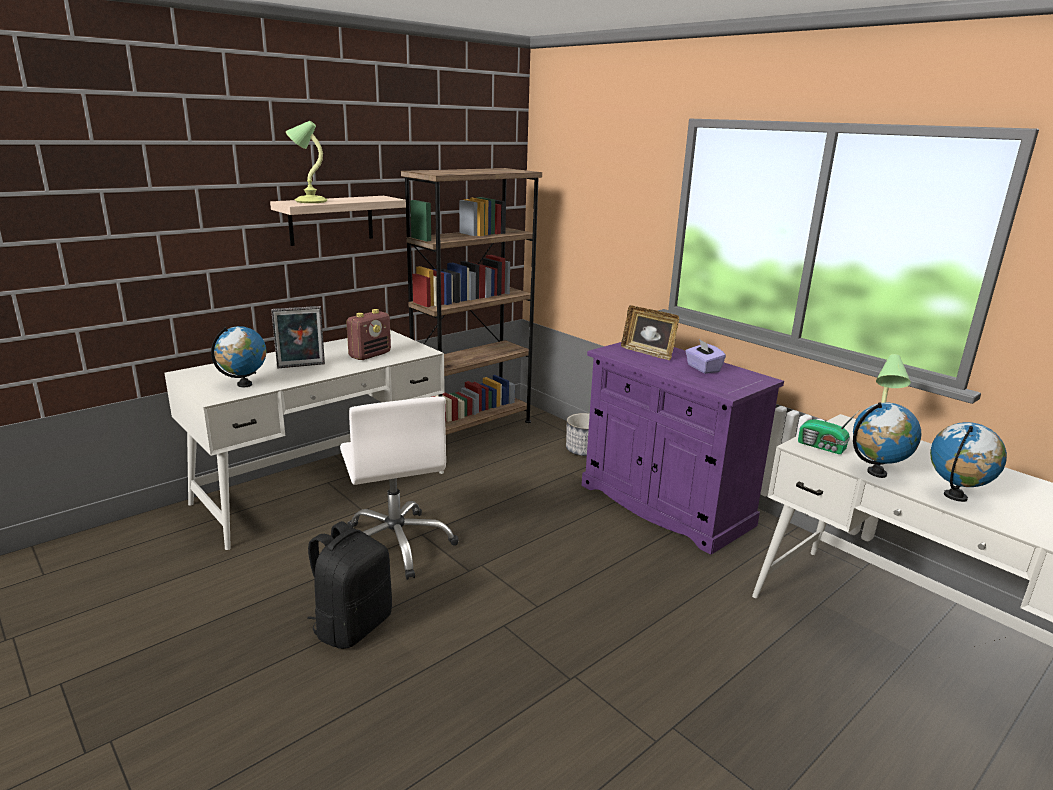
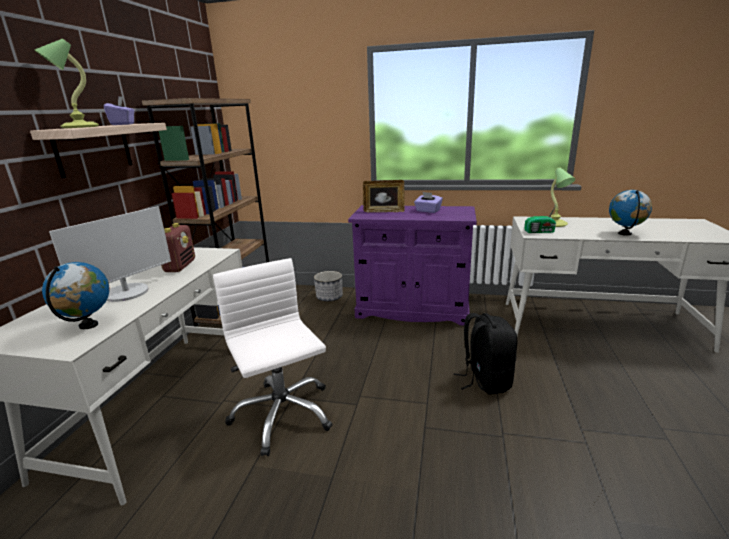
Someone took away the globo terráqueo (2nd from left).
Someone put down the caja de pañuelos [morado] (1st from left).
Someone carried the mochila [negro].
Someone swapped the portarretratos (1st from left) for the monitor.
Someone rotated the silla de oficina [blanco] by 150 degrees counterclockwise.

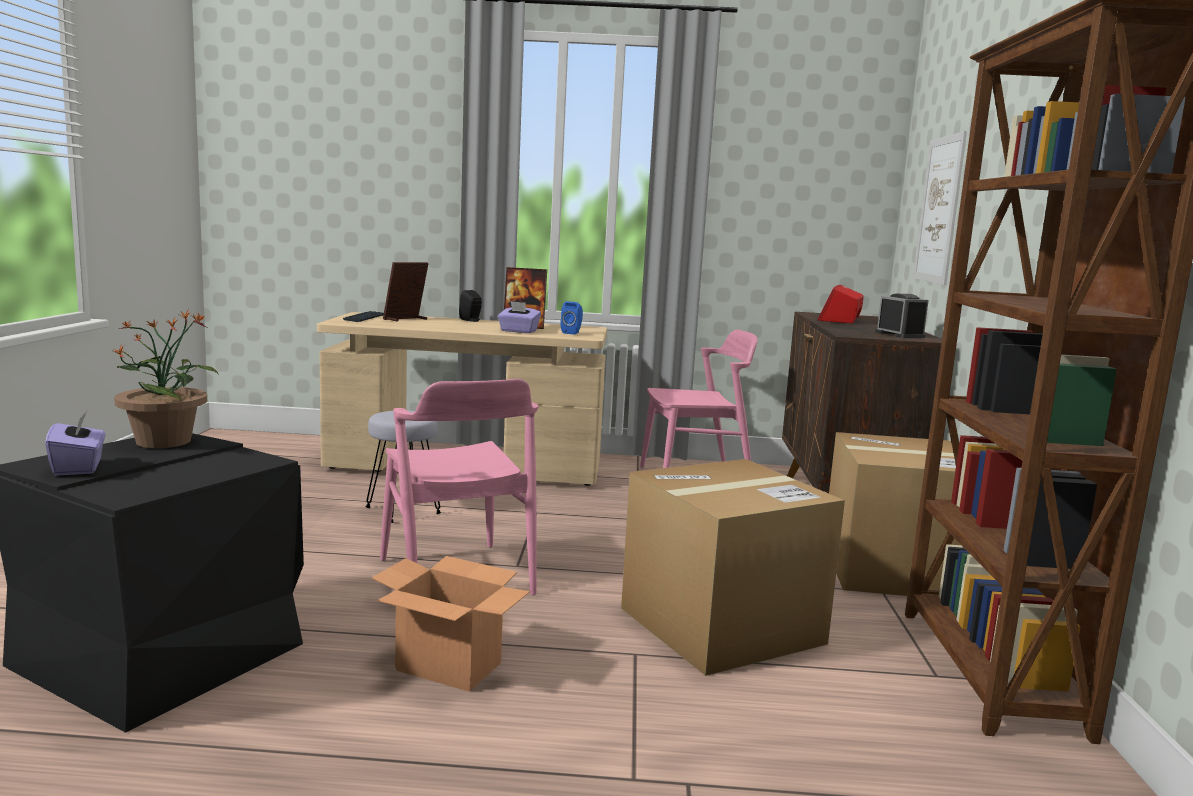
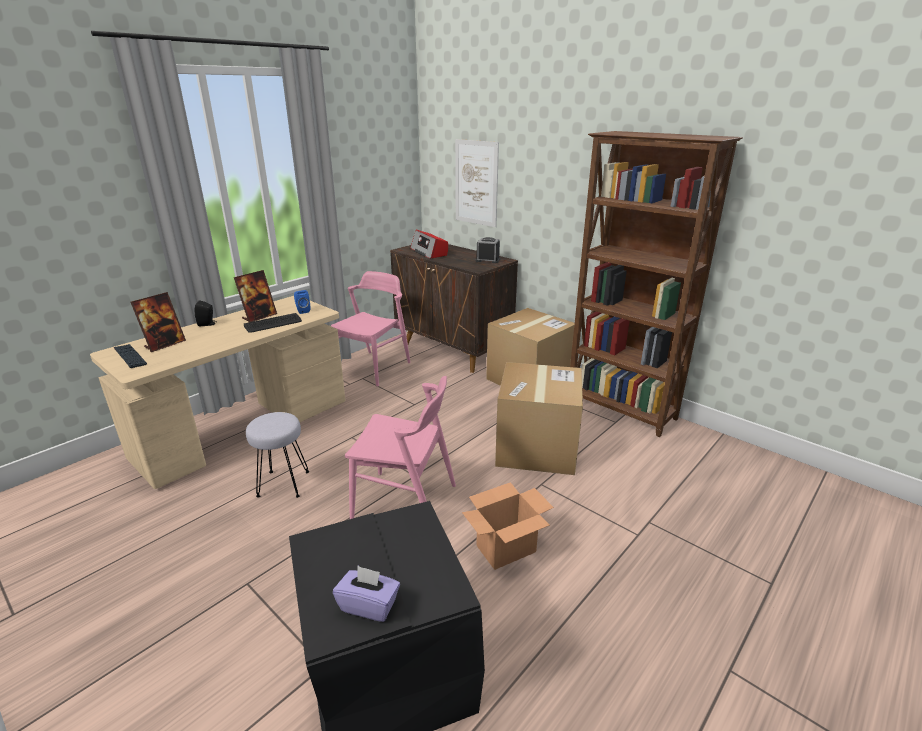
Someone took away the planta en maceta.
Someone swapped the caja de pañuelos [morado] (2nd from left) for the teclado (2nd from left).
Someone rotated the portarretratos (1st from left) by 135 degrees counterclockwise.

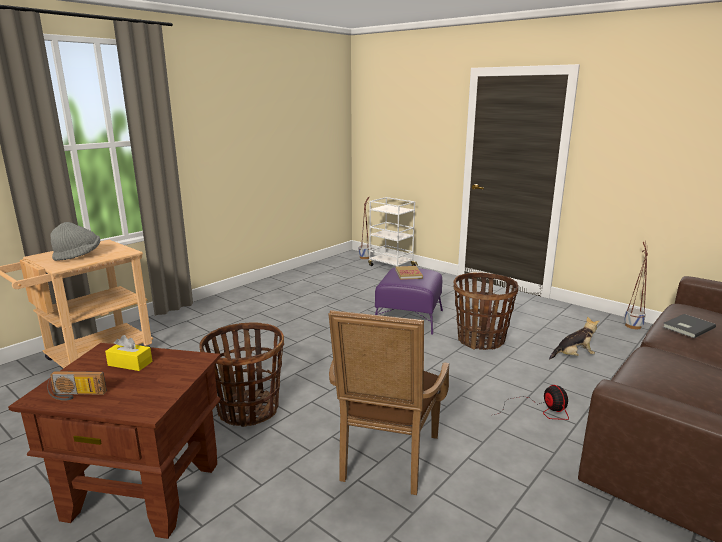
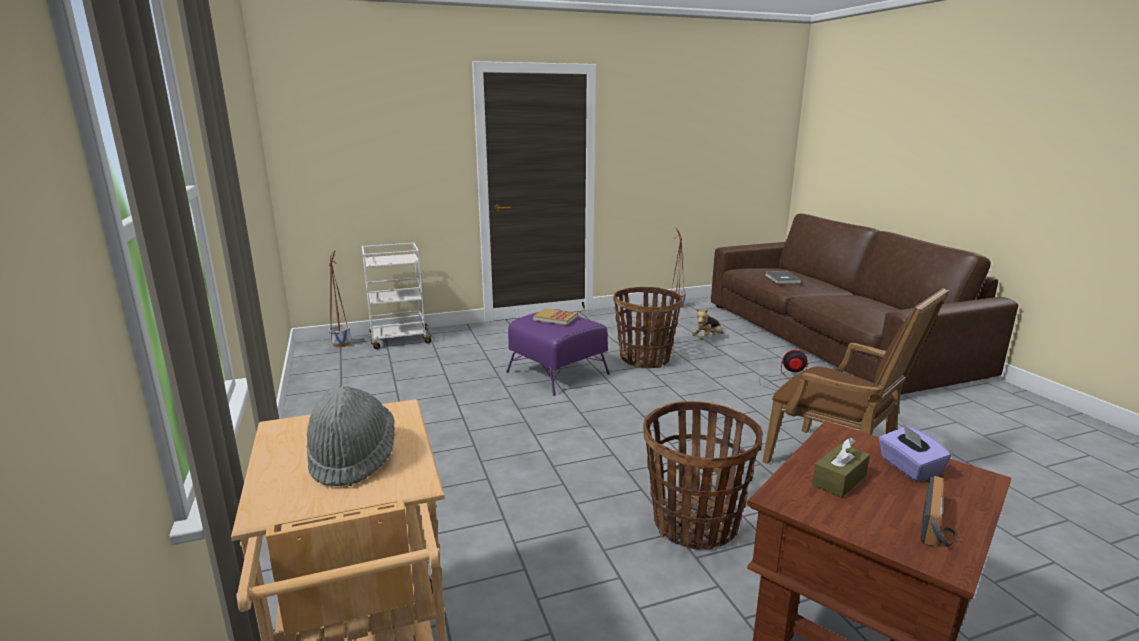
Someone put down the caja de pañuelos [morado].
Someone repainted the caja de pañuelos [amarillo], which became the caja de pañuelos [marrón].
Someone rotated the peluche by 150 degrees counterclockwise.

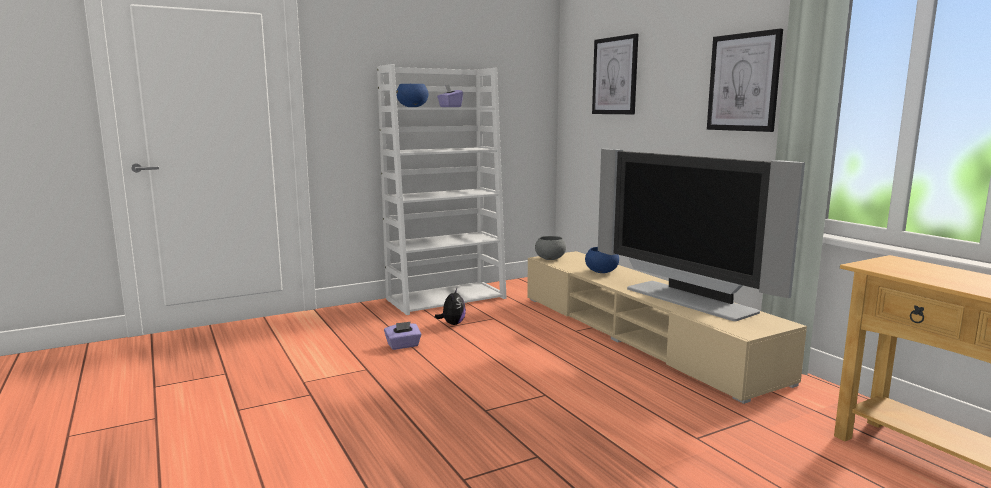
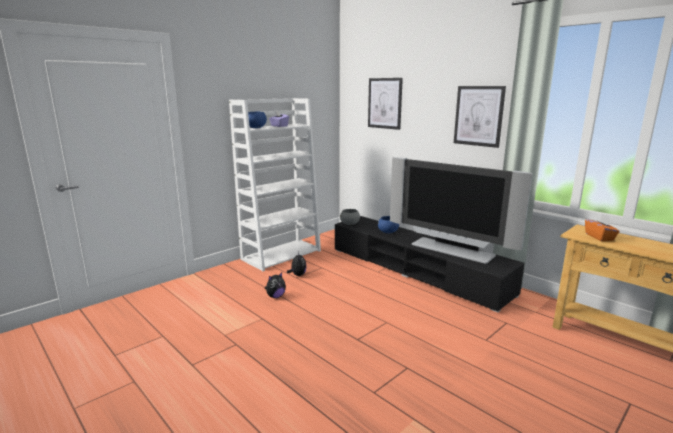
Someone put down the caja de pañuelos [naranja].
Someone swapped the caja de pañuelos [morado] (1st from left) for the peluche (1st from left).
Someone repainted the mueble de televisión [beis], which became the mueble de televisión [negro].

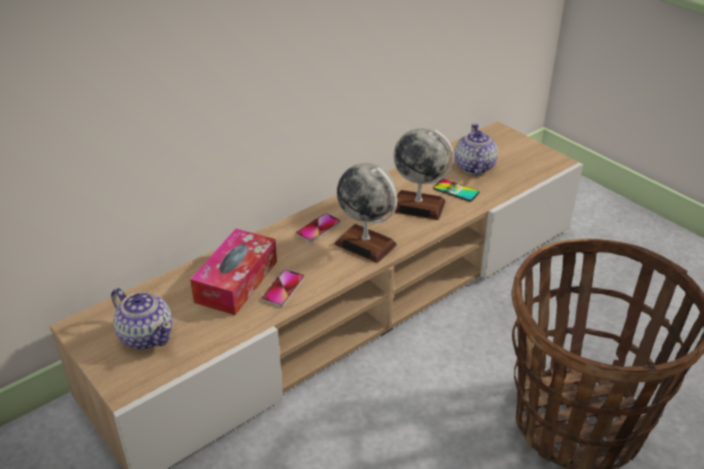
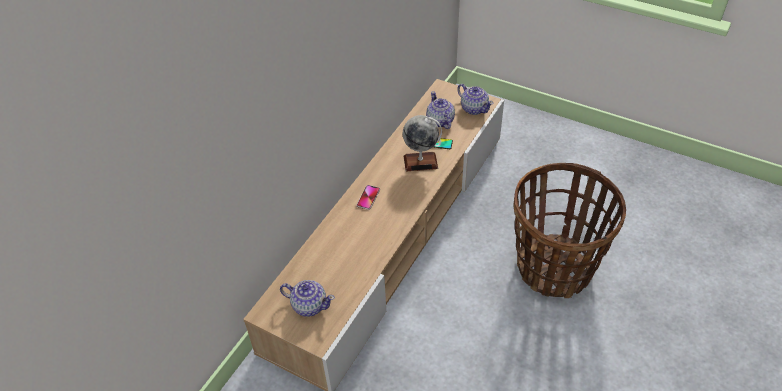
Someone took away the caja de pañuelos.
Someone took away the móvil (1st from left).
Someone took away the globo terráqueo (1st from left).
Someone put down the tetera (3rd from left).

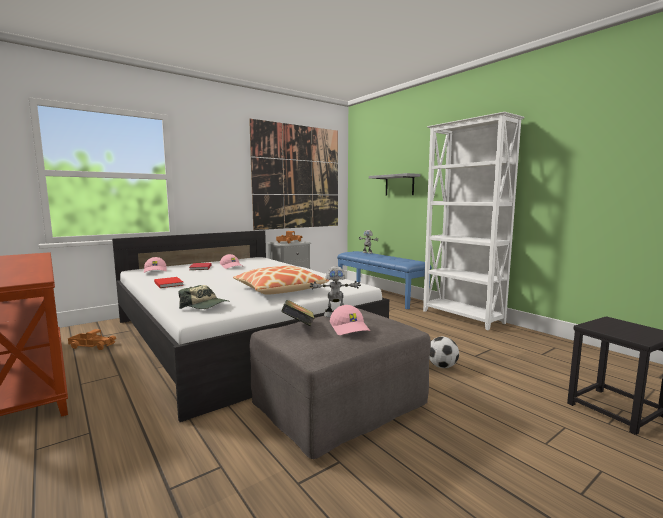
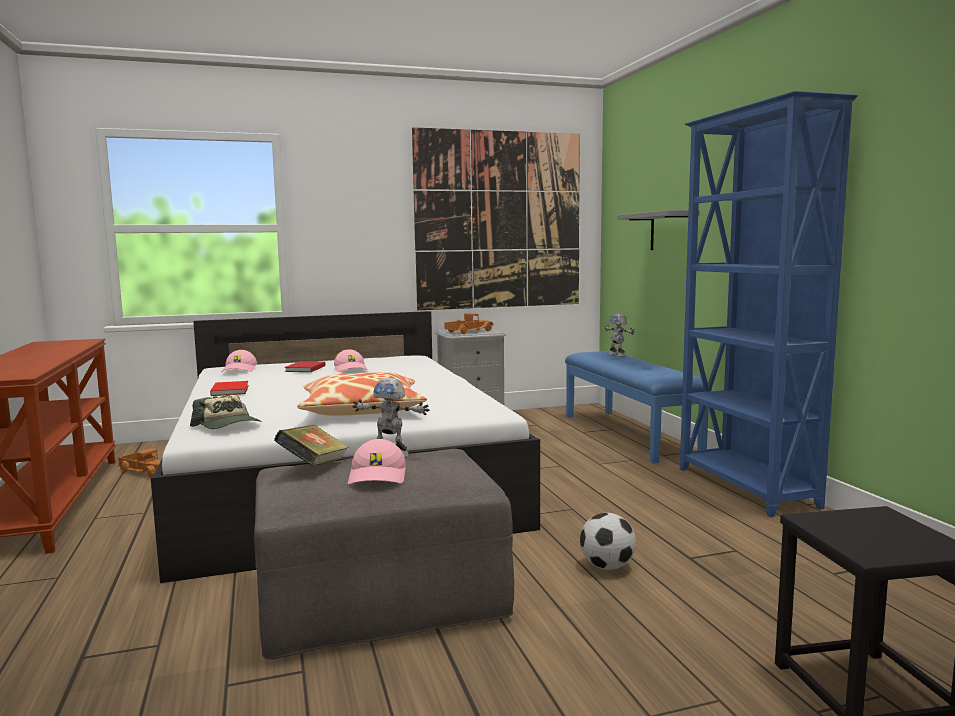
Someone repainted the estantería [blanco], which became the estantería [azul].

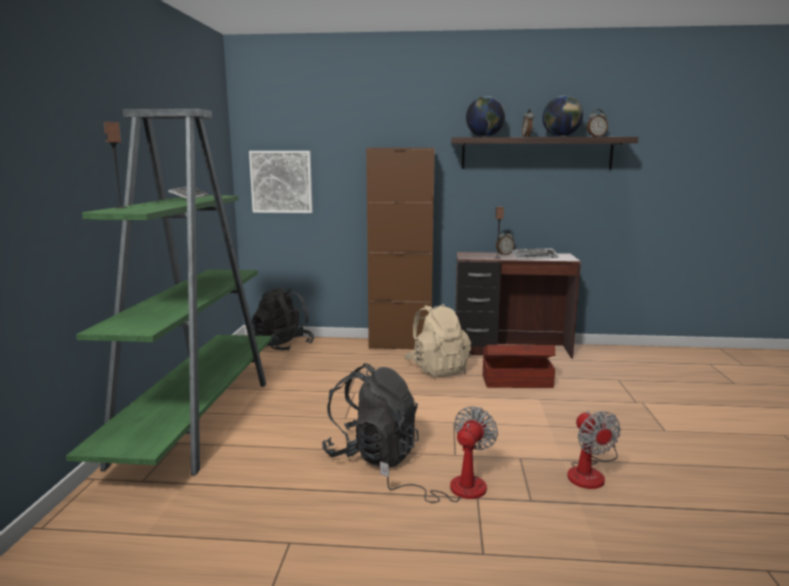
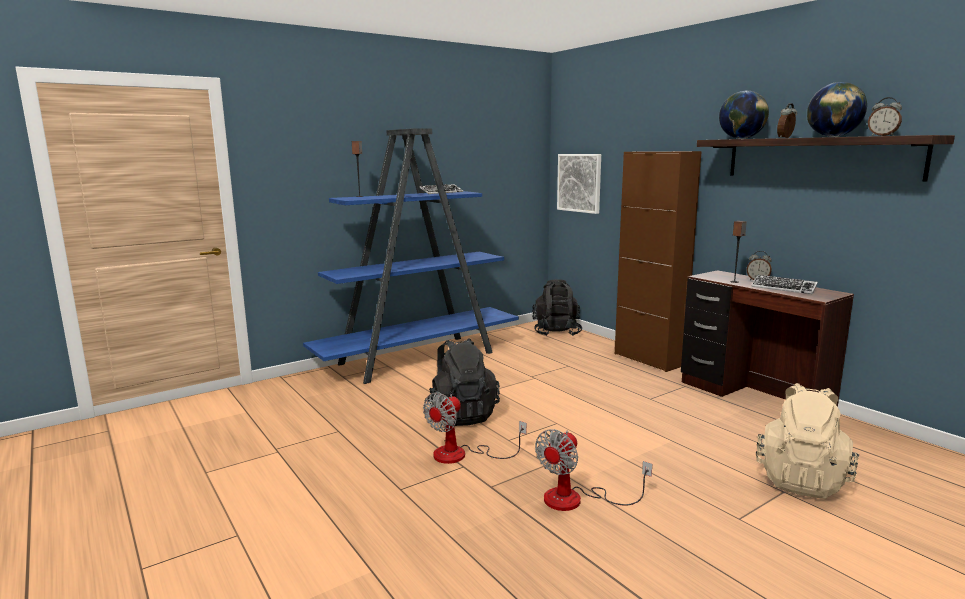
Someone took away the caja de almacenaje [marrón].
Someone carried the mochila [beis].
Someone repainted the estantería [verde], which became the estantería [azul].
Someone rotated the ventilador (1st from left) by 135 degrees clockwise.

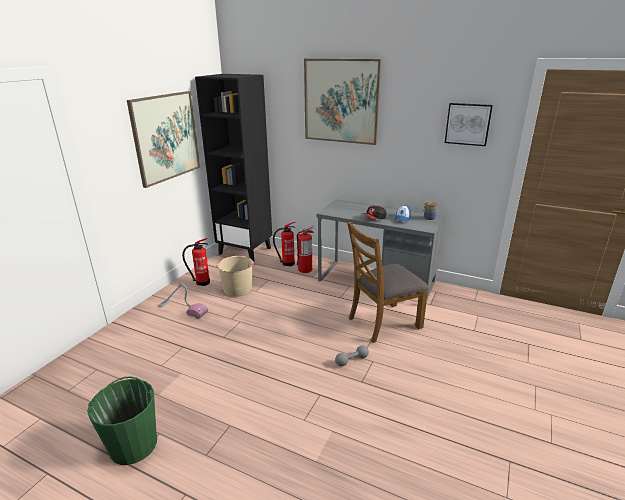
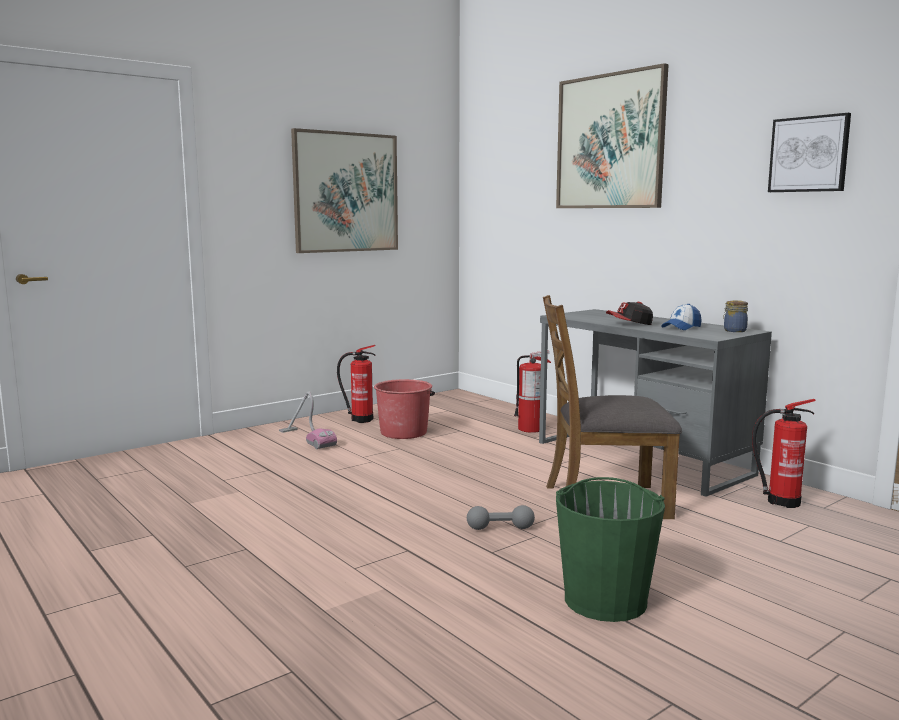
Someone took away the estantería [negro].
Someone carried the cubo [verde].
Someone carried the extintor (2nd from left in the first image).
Someone repainted the cubo [beis], which became the cubo [rojo].

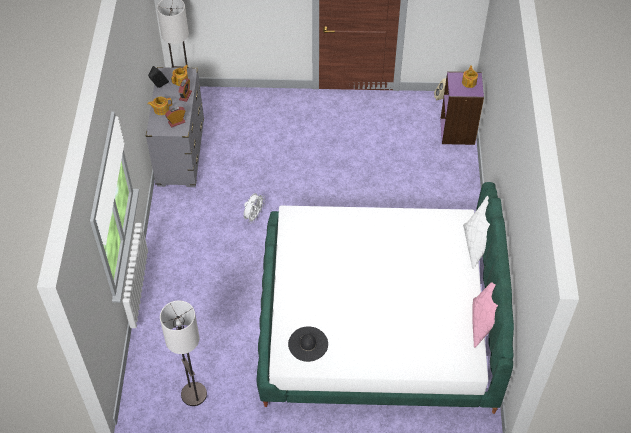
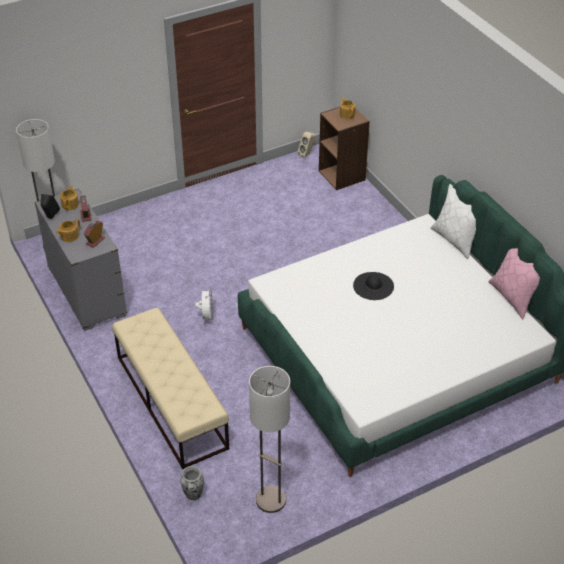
Someone put down the banco [beis].
Someone put down the florero.
Someone carried the sombrero [negro].
Someone repainted the estantería [morado], which became the estantería [marrón].

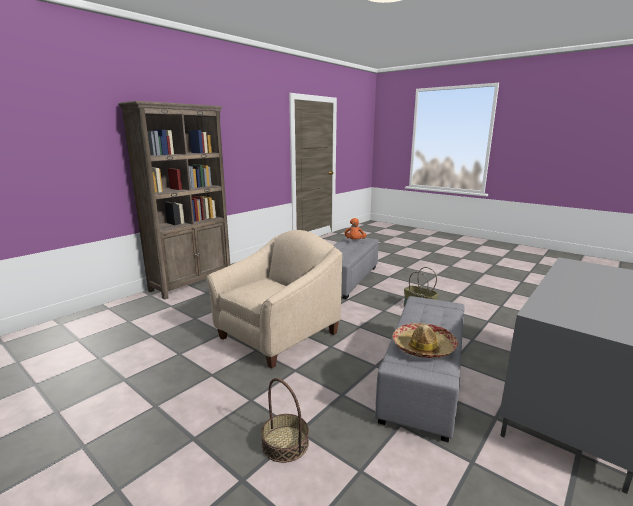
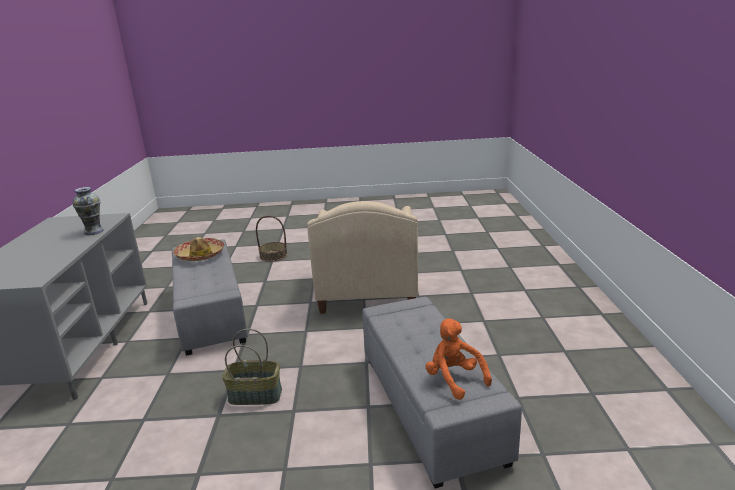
Someone took away the estantería [marrón].
Someone put down the florero.

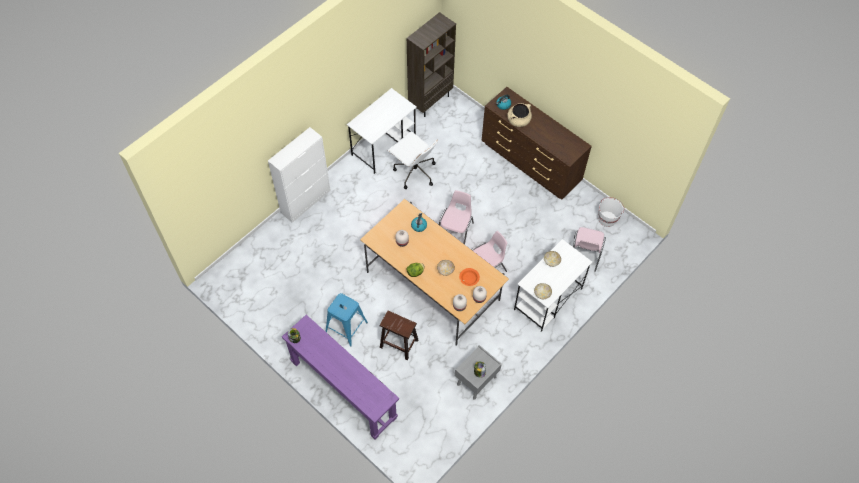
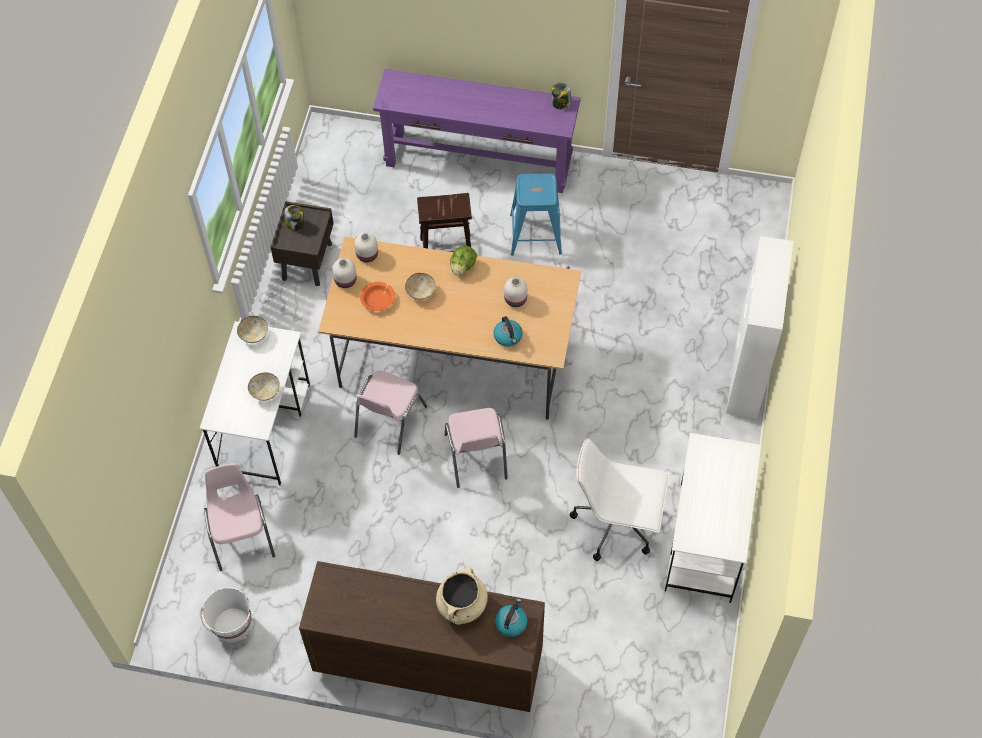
Someone took away the estantería [marrón].
Someone repainted the mesita de noche [gris], which became the mesita de noche [marrón].

